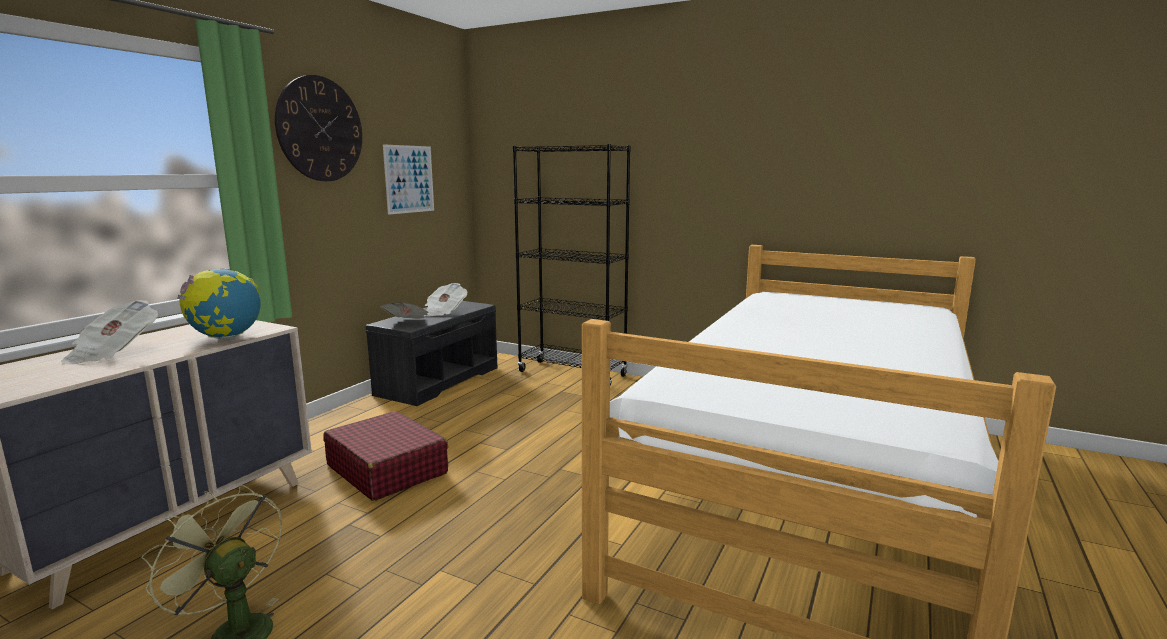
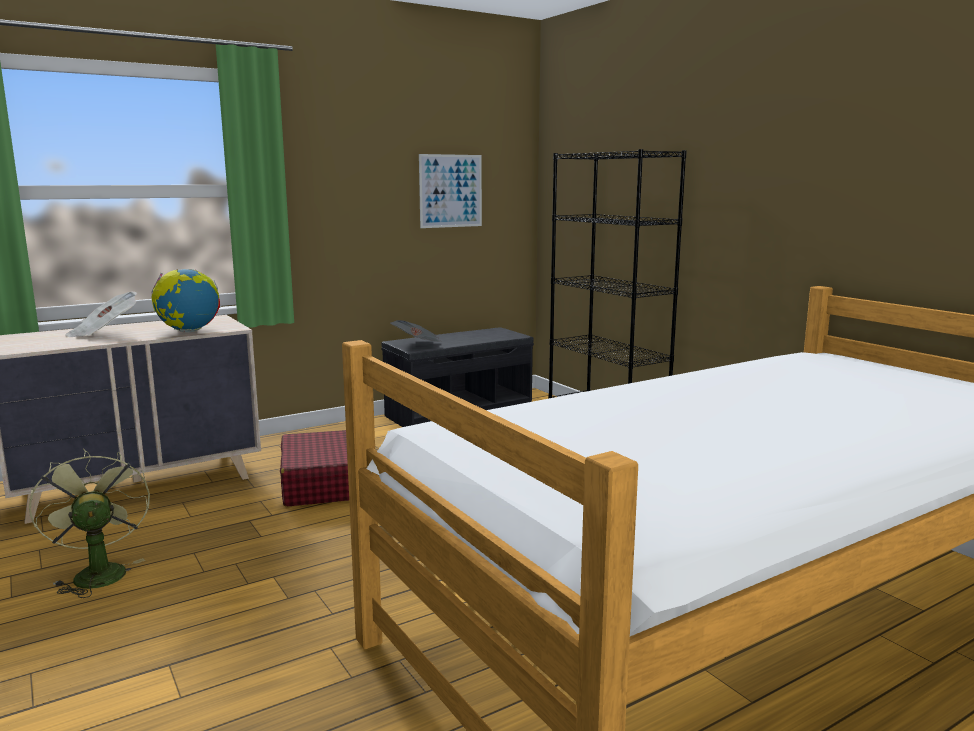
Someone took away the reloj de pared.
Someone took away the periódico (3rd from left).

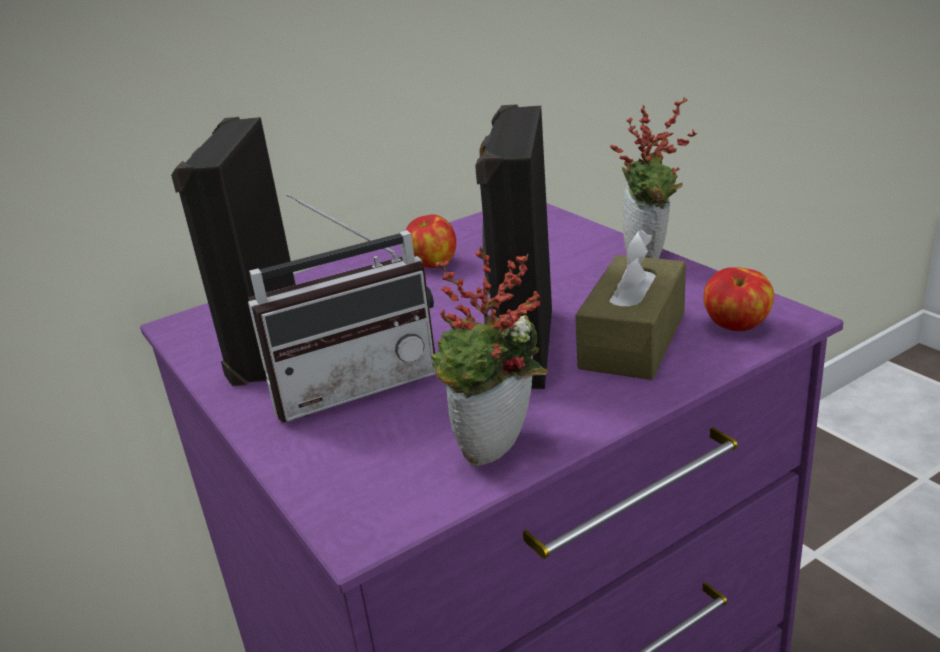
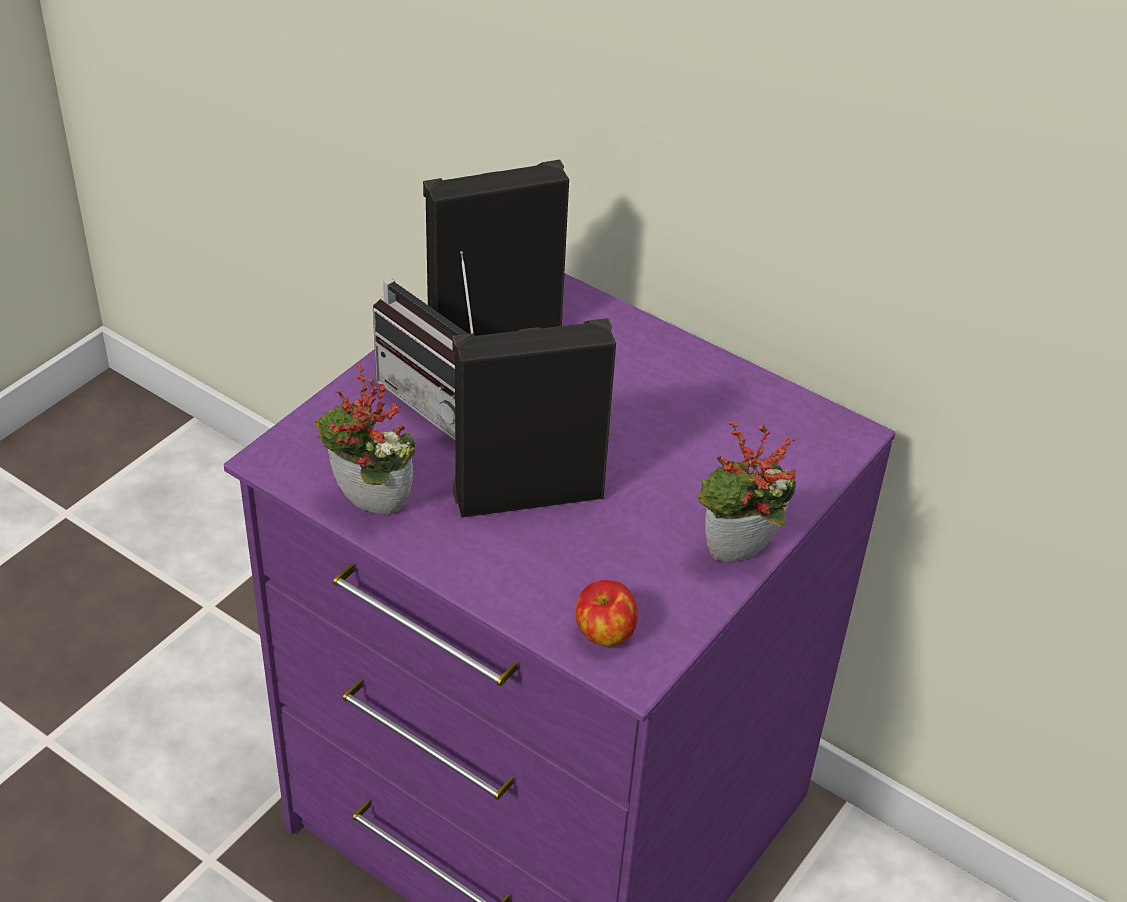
Someone took away the manzana (1st from left).
Someone took away the caja de pañuelos [marrón].

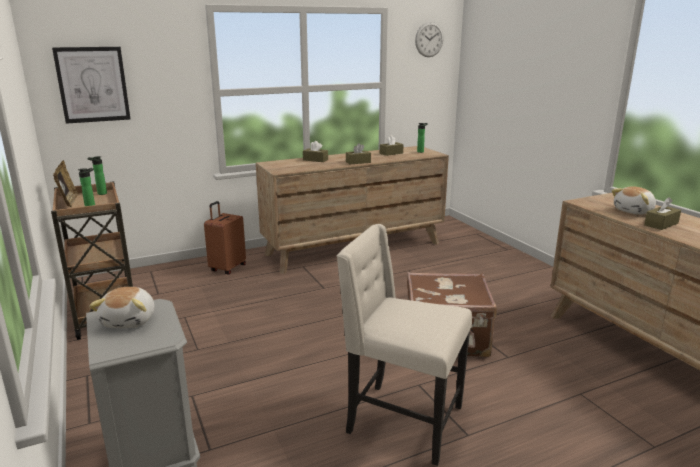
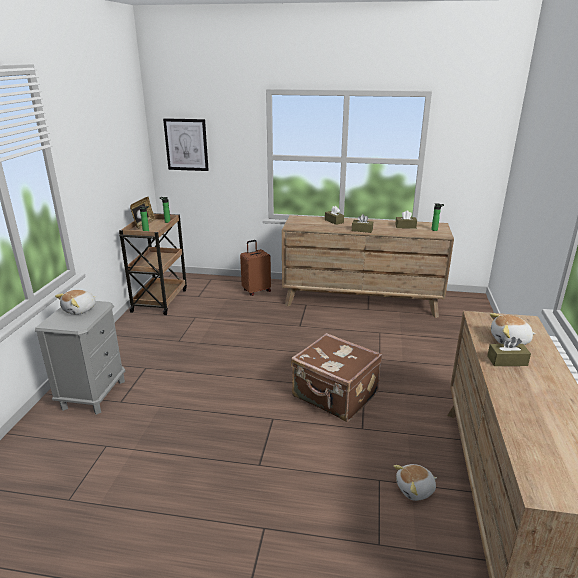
Someone took away the silla [beis].
Someone took away the reloj de pared.
Someone put down the peluche (2nd from left).

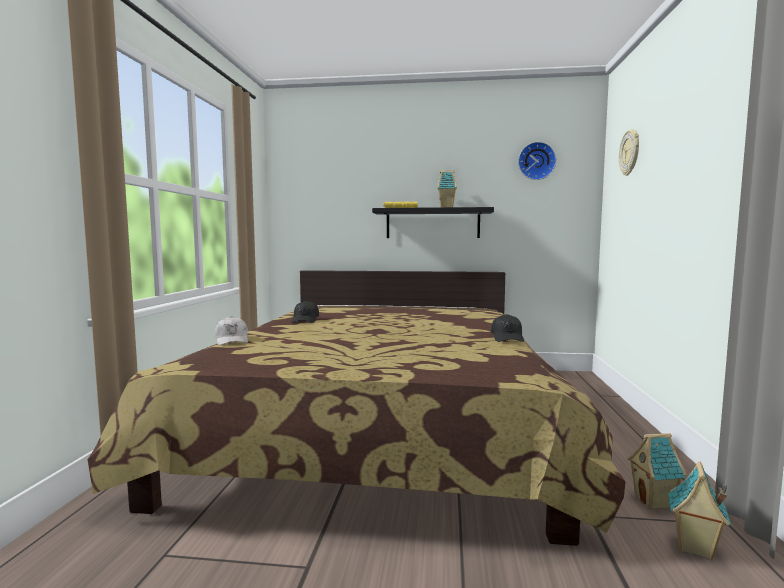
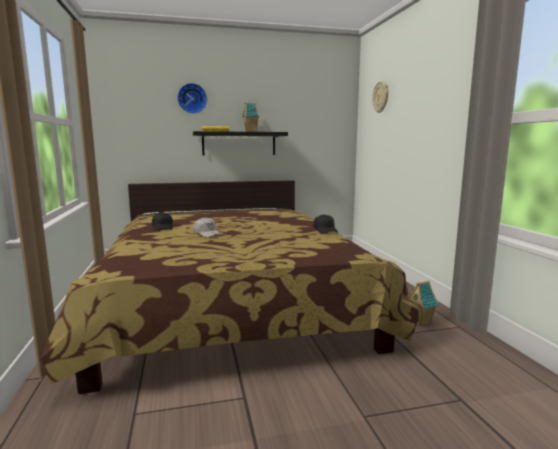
Someone took away the casita (3rd from left).
Someone carried the gorra [blanco].
Someone carried the reloj de pared (1st from left).

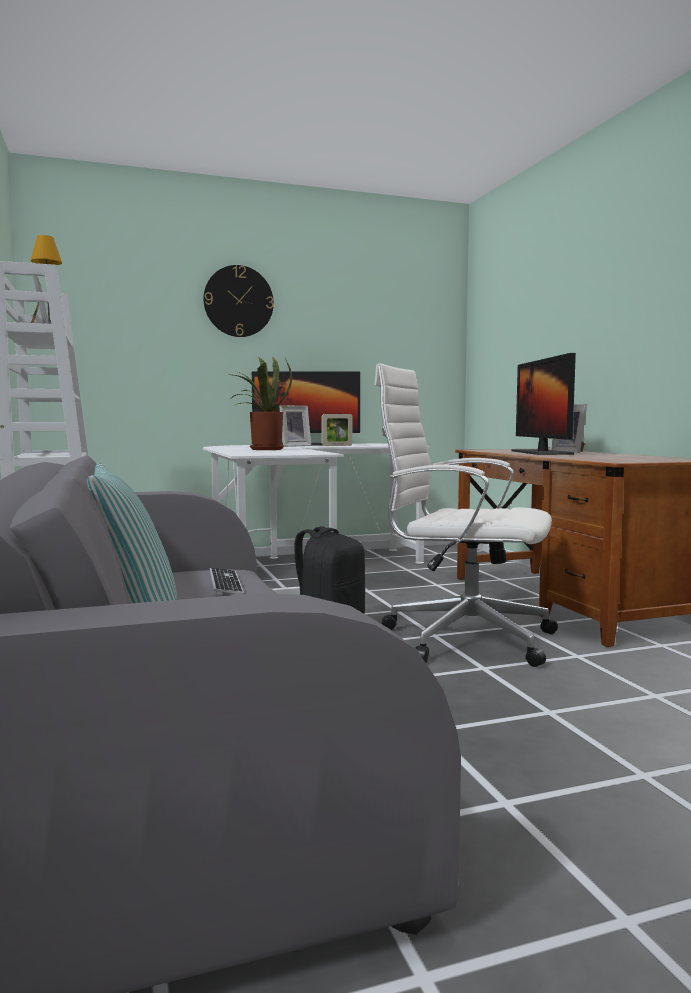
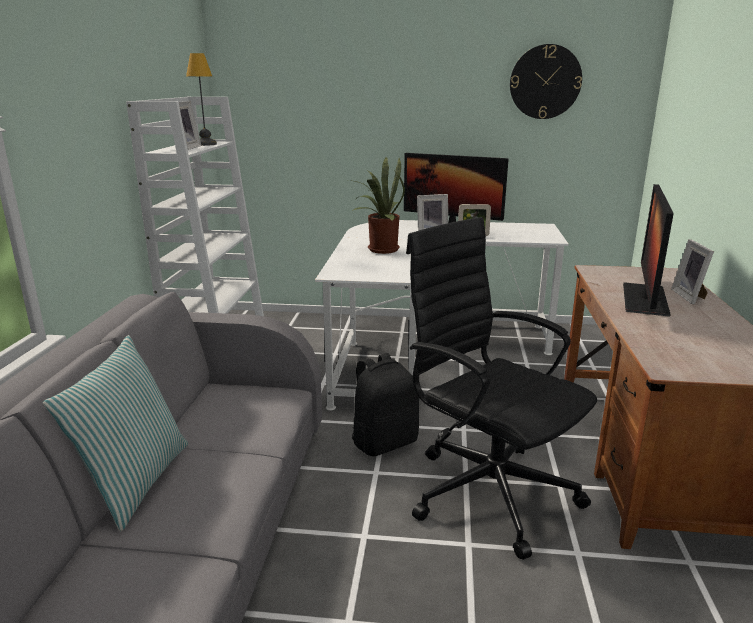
Someone took away the teclado.
Someone carried the reloj de pared.
Someone repainted the silla de oficina [blanco], which became the silla de oficina [negro].

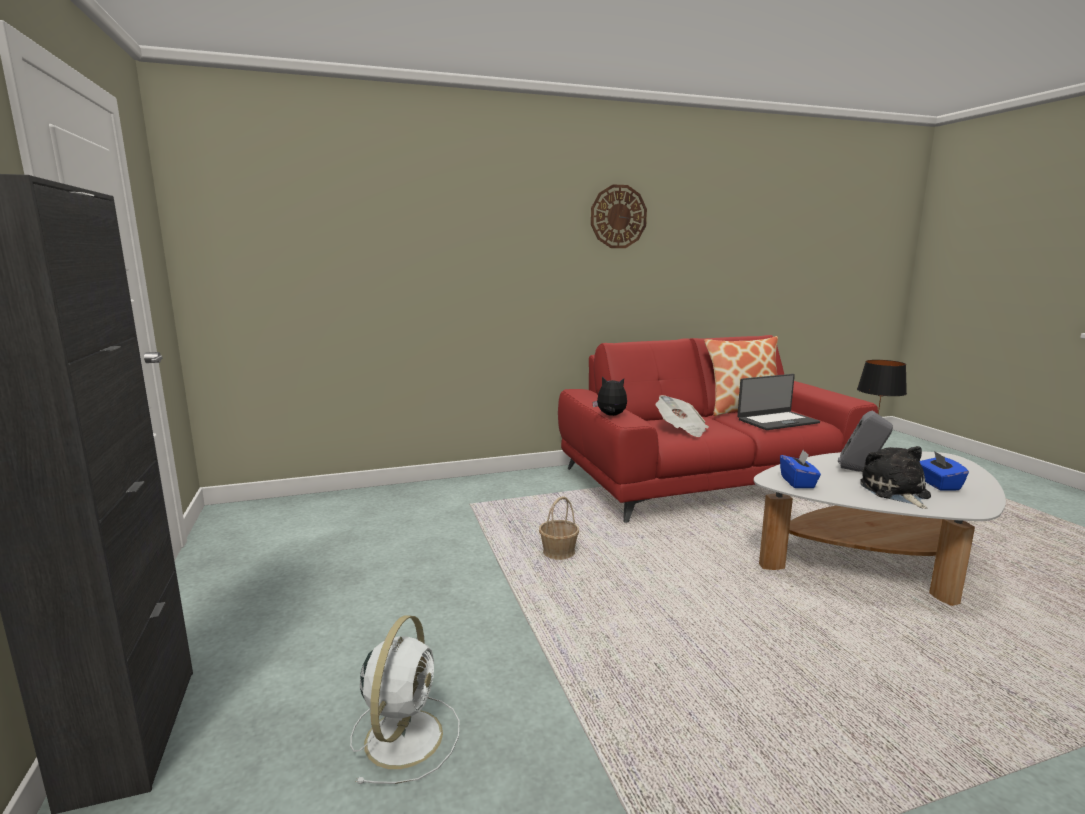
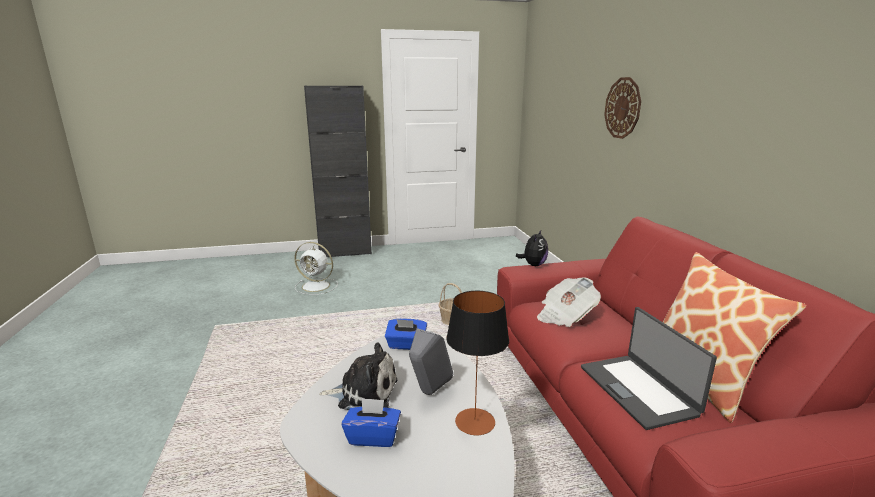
Someone carried the reloj de pared.

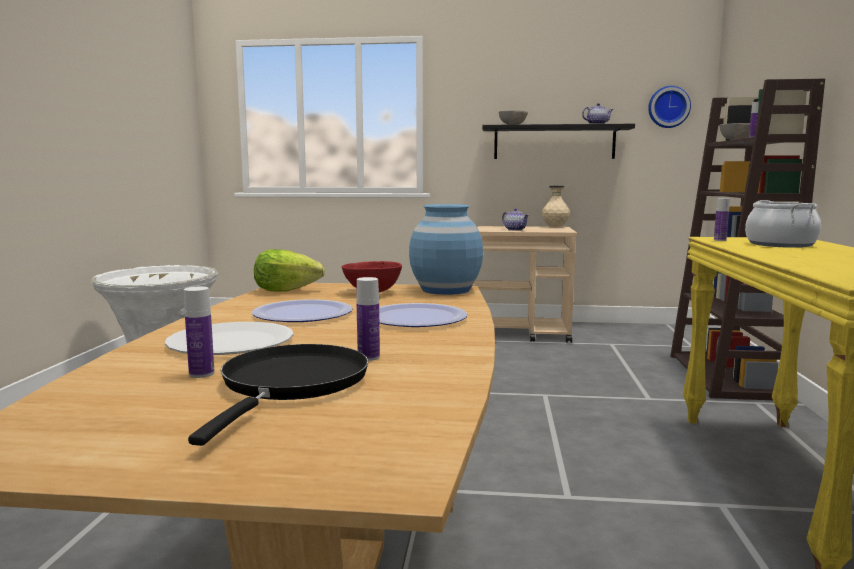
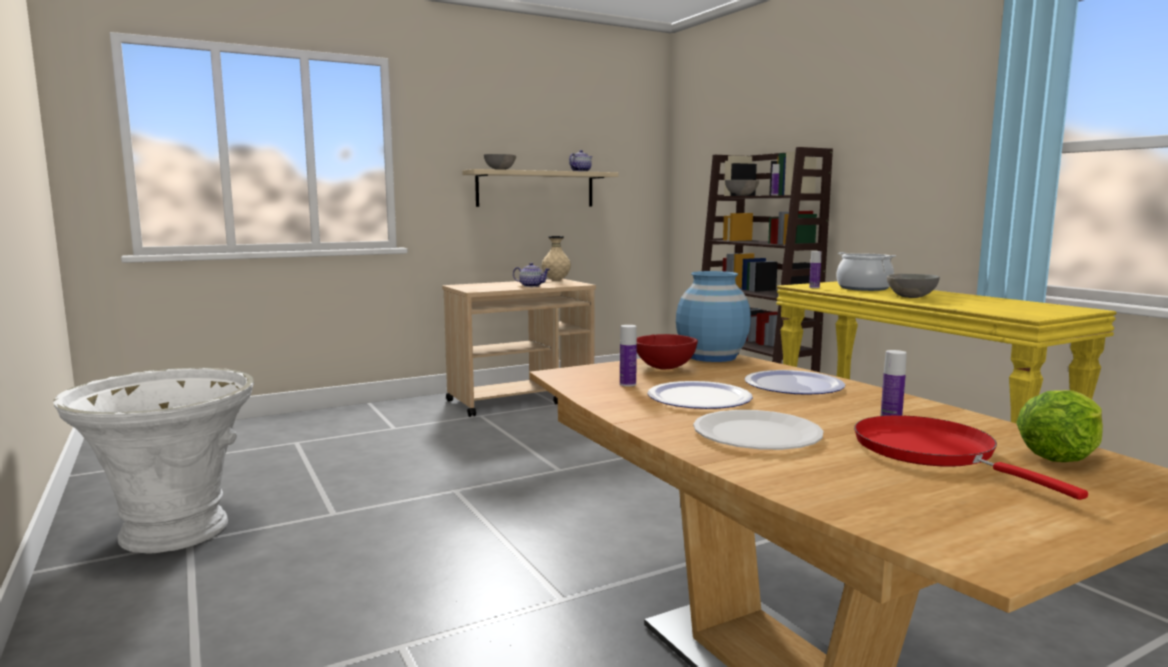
Someone took away the reloj de pared.
Someone put down the cuenco [gris] (3rd from left).
Someone carried the botella (1st from left).
Someone carried the lechuga.
Someone repainted the sartén [negro], which became the sartén [rojo].
Someone repainted the estante [negro], which became the estante [beis].

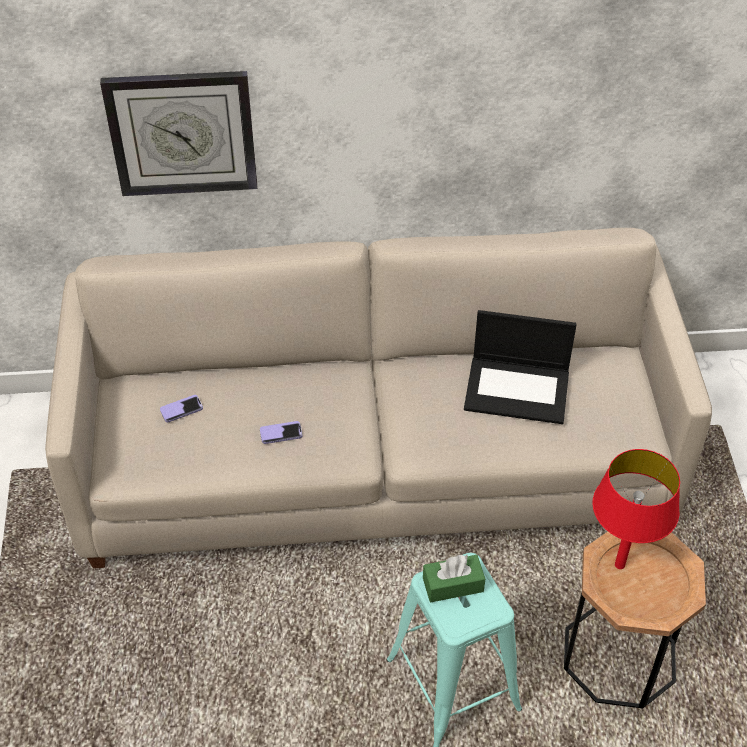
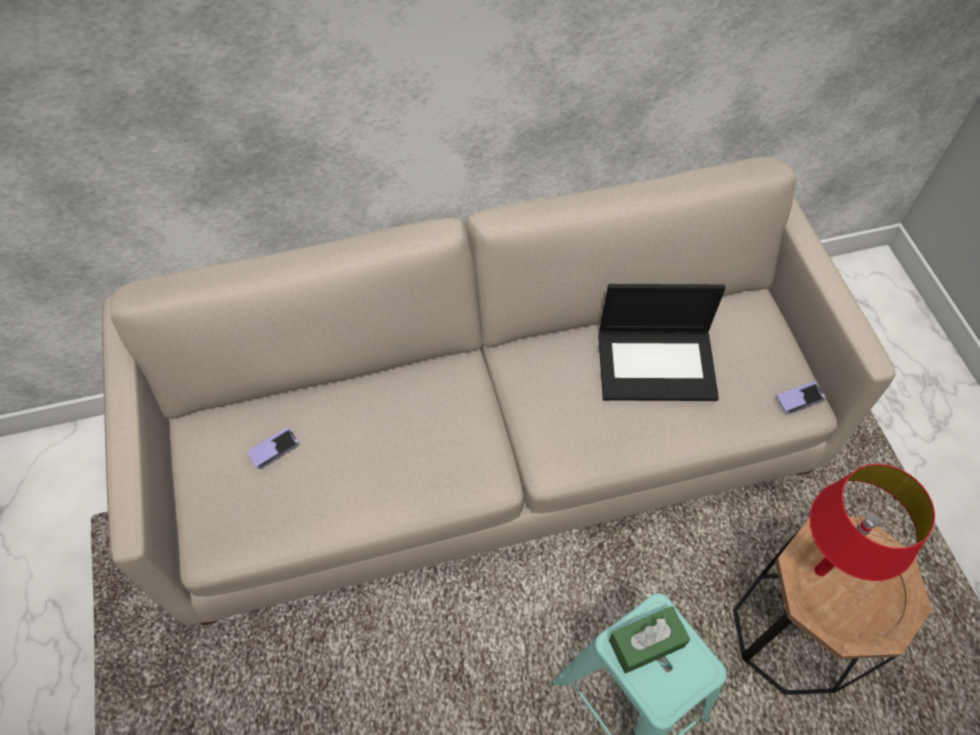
Someone took away the reloj de pared.
Someone carried the móvil (2nd from left).

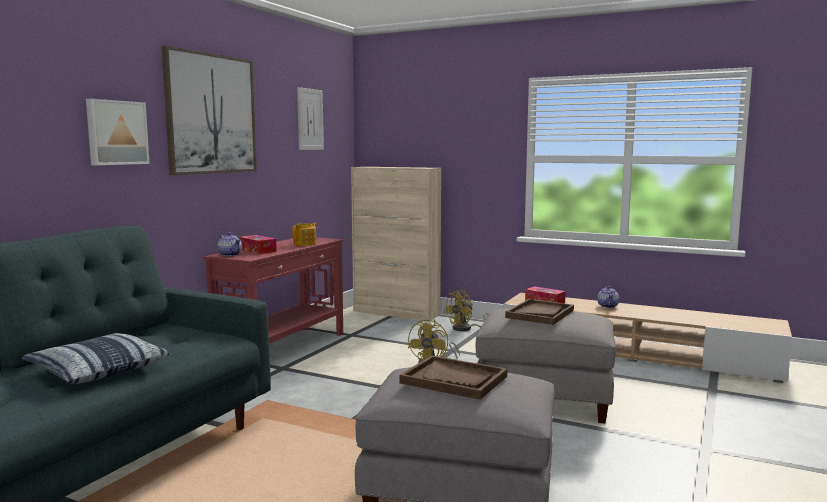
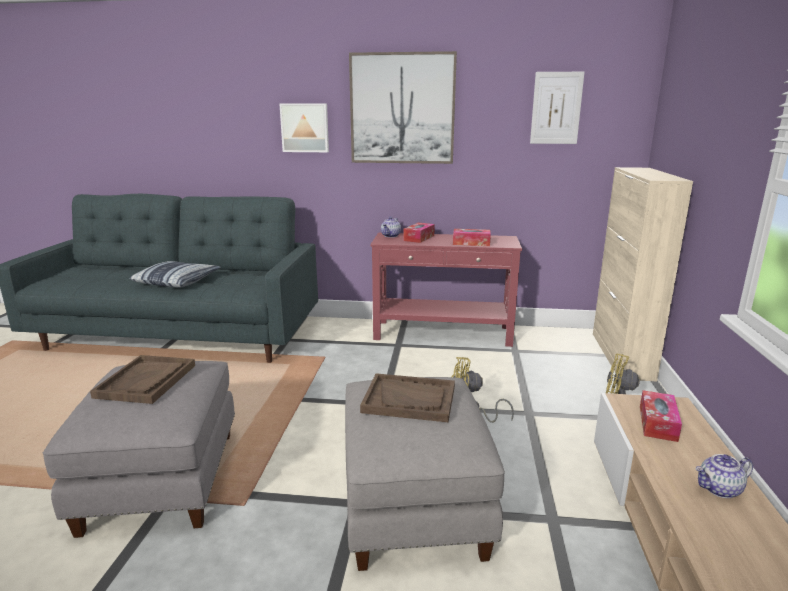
Someone swapped the tetera (2nd from left) for the caja de pañuelos (2nd from left).

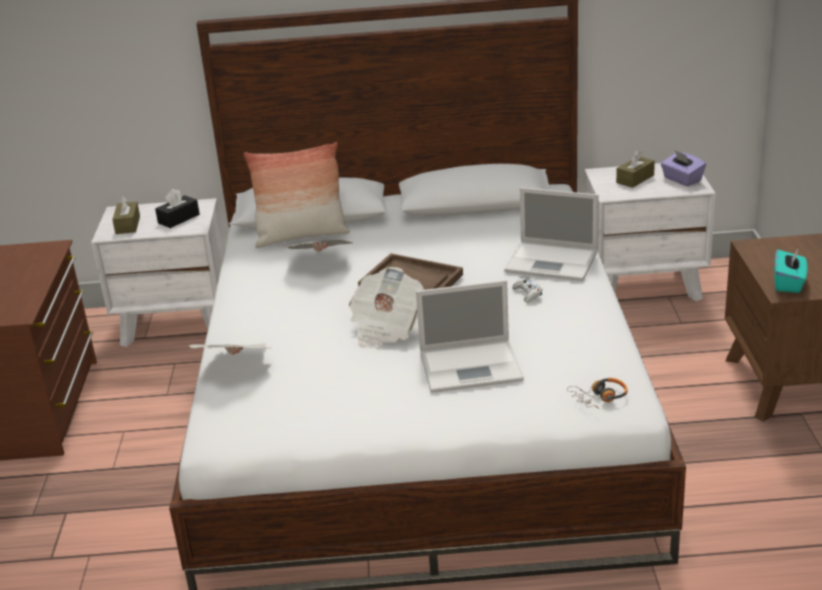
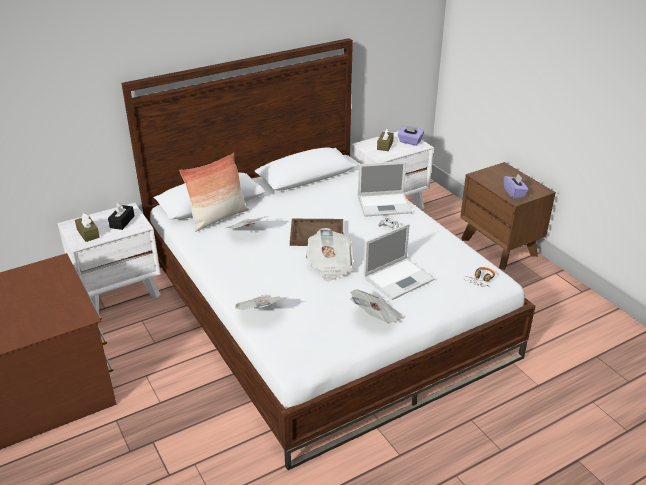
Someone put down the periódico (4th from left).
Someone repainted the caja de pañuelos [turquesa], which became the caja de pañuelos [morado] (2nd from left).

